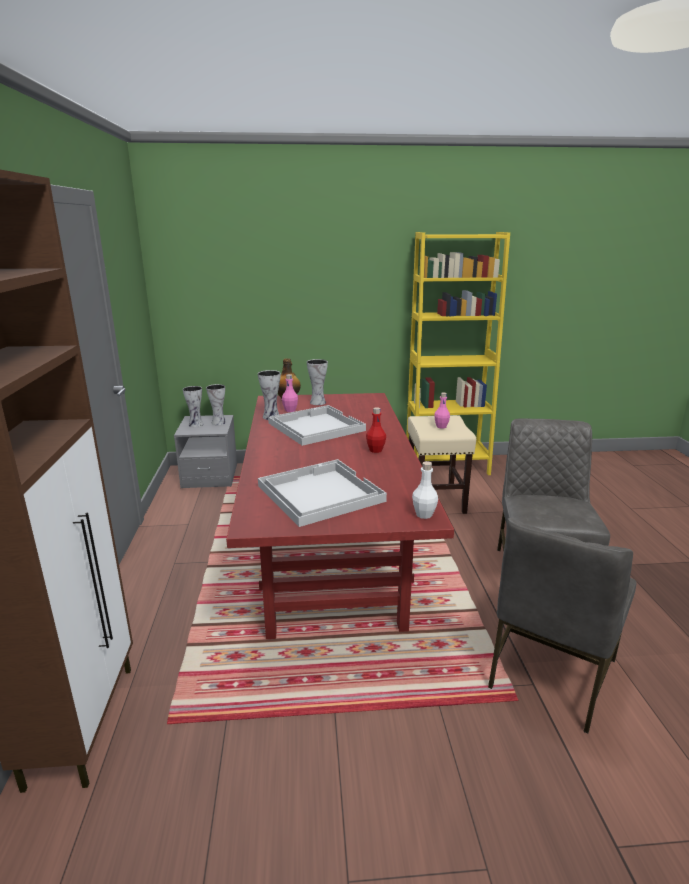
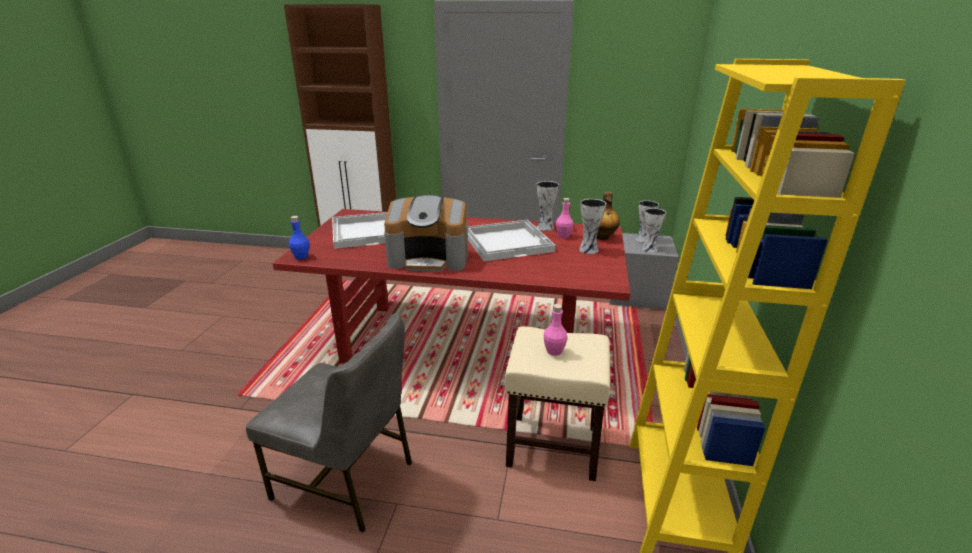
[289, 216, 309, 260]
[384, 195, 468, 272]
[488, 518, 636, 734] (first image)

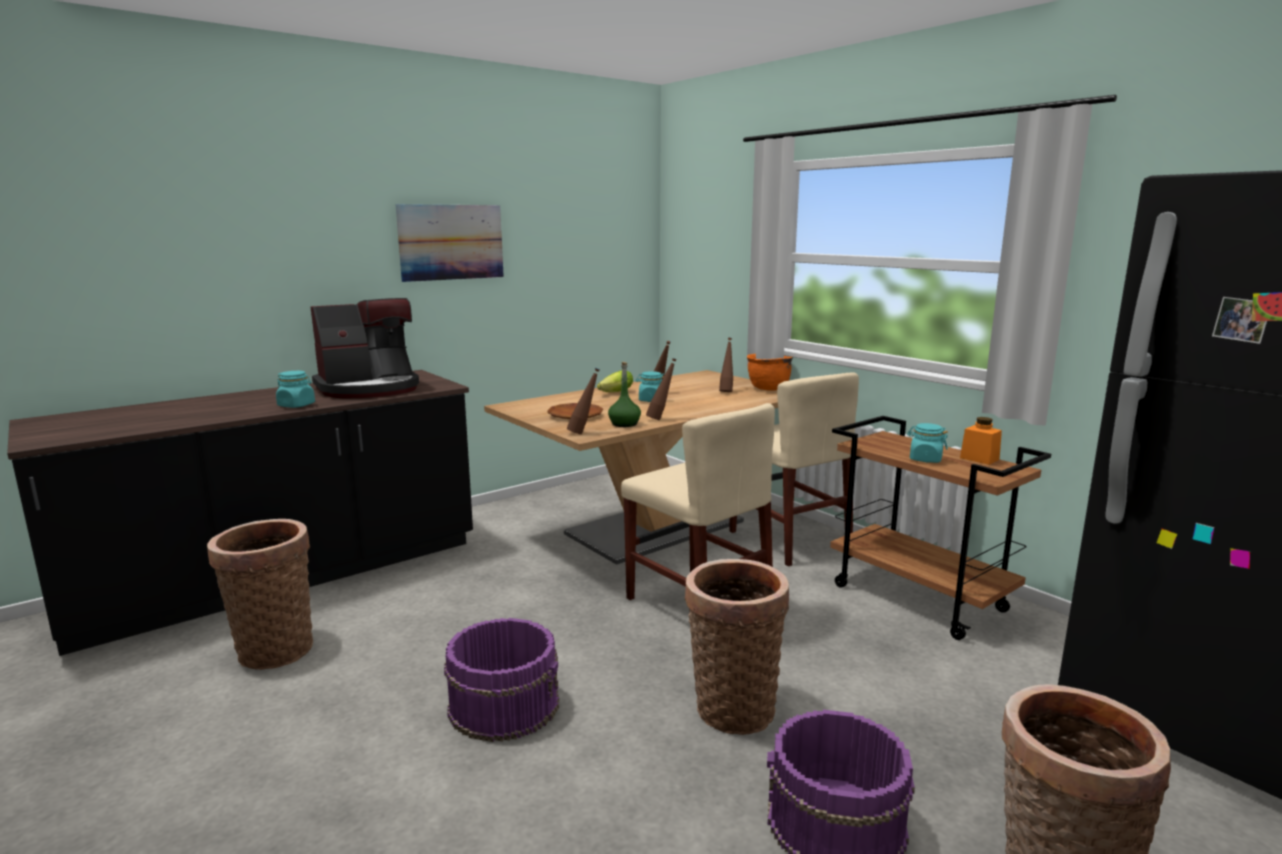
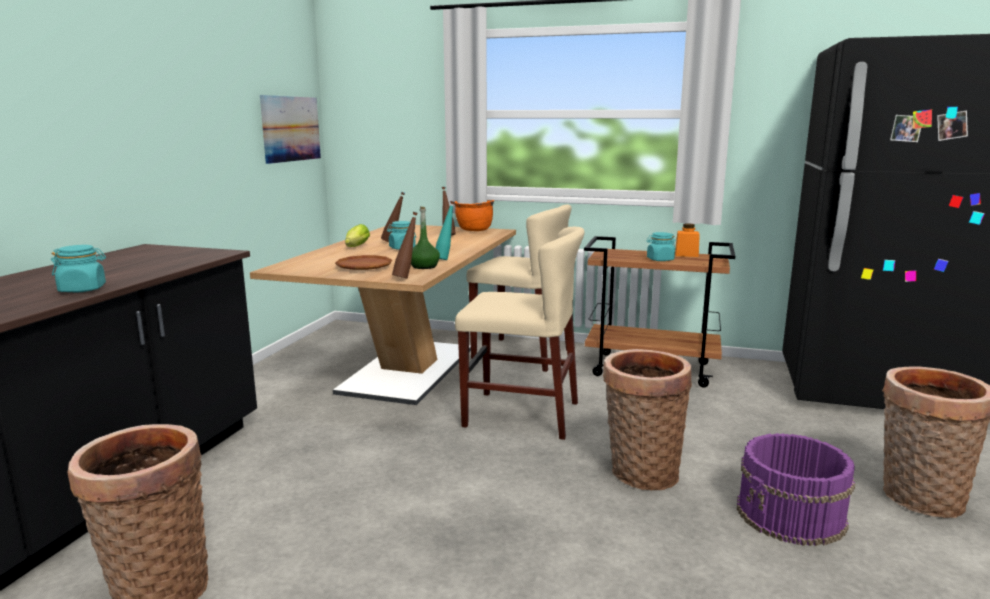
[260, 95, 321, 164]
[436, 201, 454, 260]
[310, 298, 419, 398] (first image)
[444, 618, 559, 742] (first image)

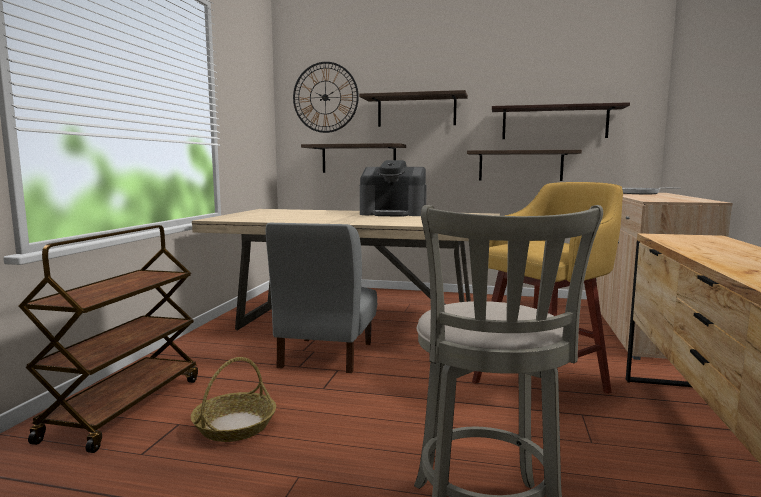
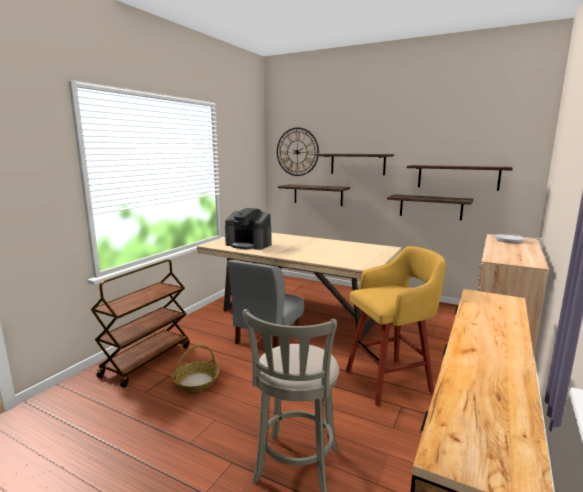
[225, 208, 272, 250]

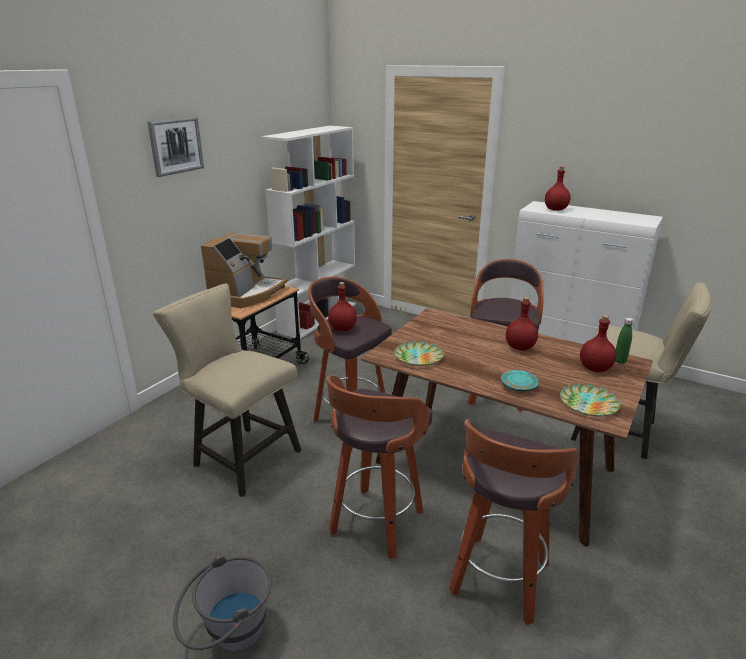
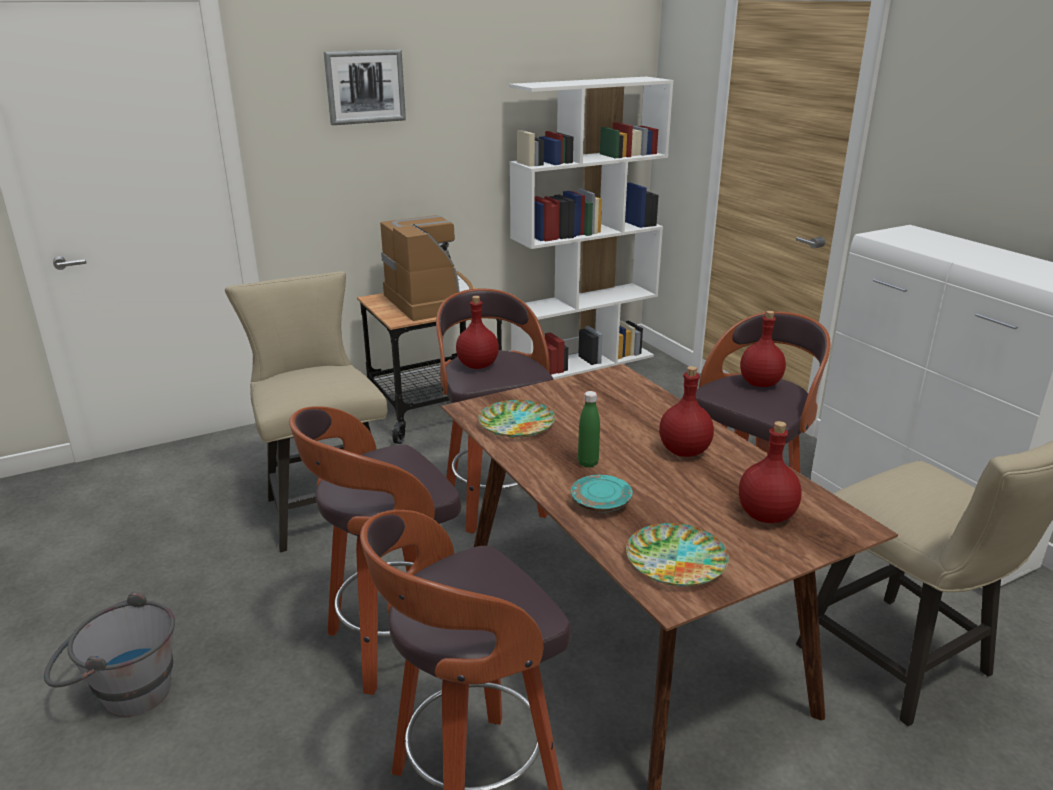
[380, 215, 473, 321]
[578, 391, 600, 467]
[740, 311, 786, 387]

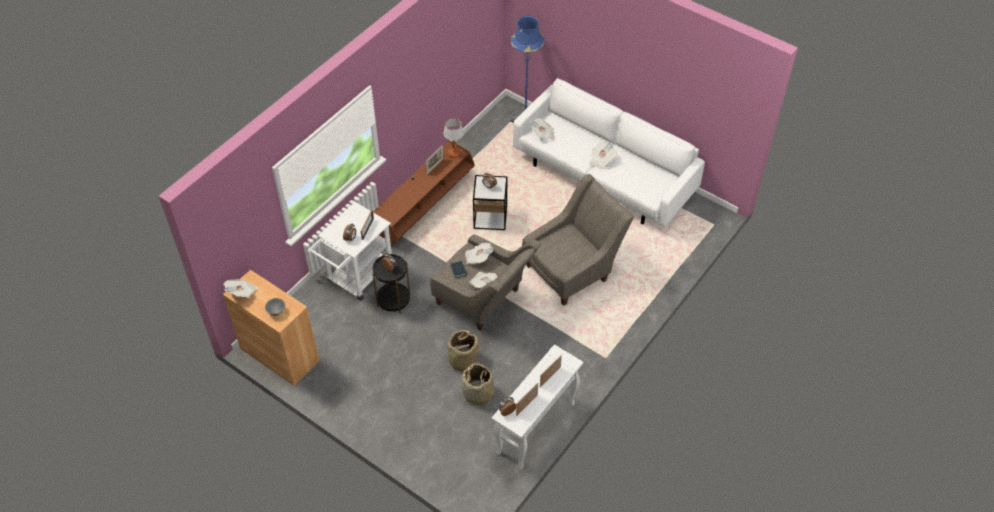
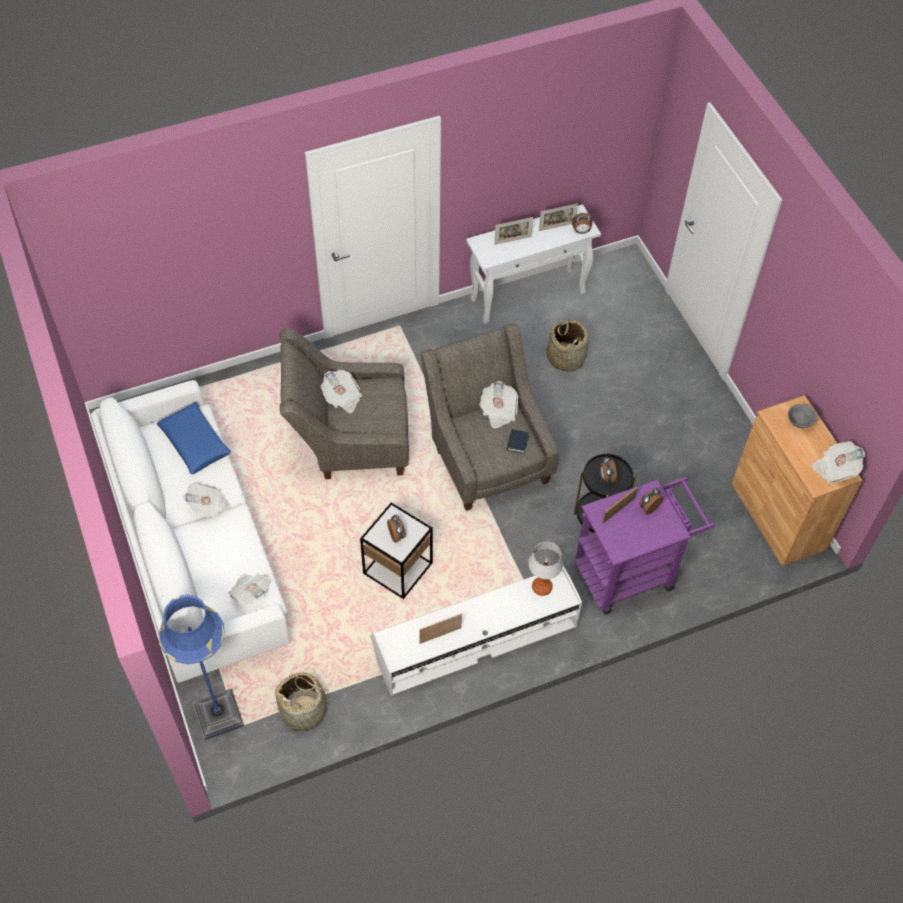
[157, 403, 231, 474]
[275, 672, 335, 731]
[321, 370, 362, 413]
[371, 566, 582, 696]
[528, 541, 563, 596]
[574, 477, 715, 614]

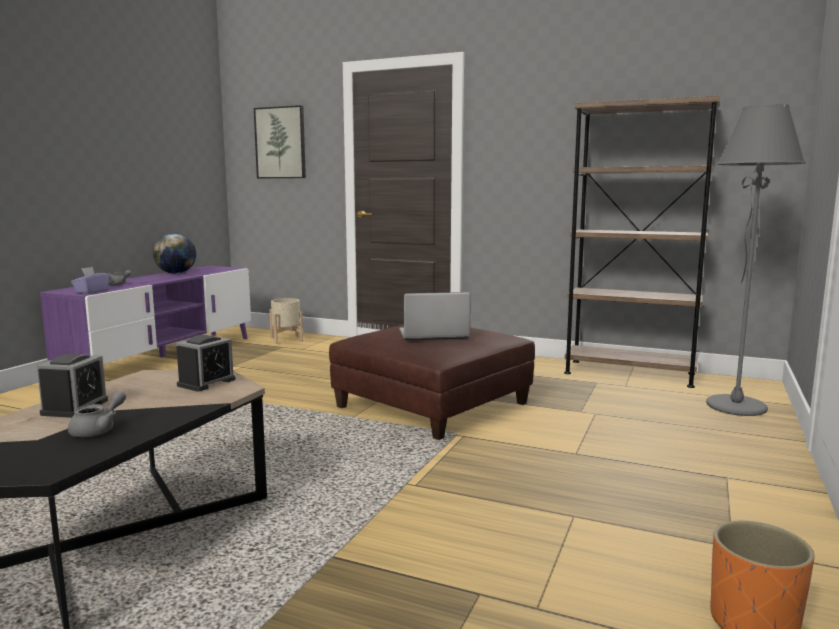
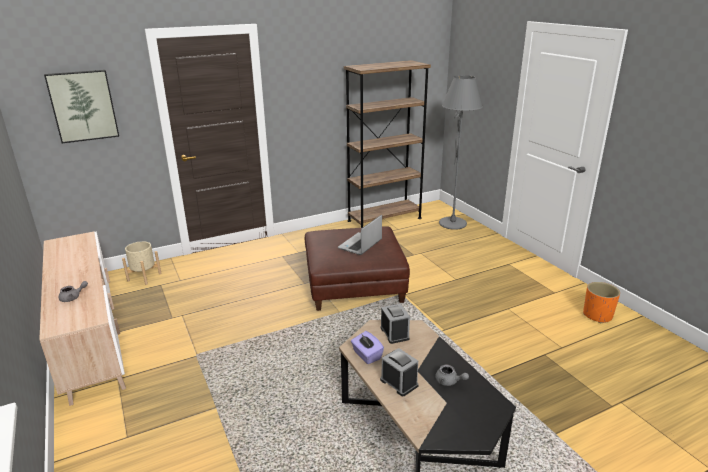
[39, 232, 126, 406]
[351, 331, 384, 364]
[435, 365, 469, 386]
[153, 233, 196, 274] (first image)

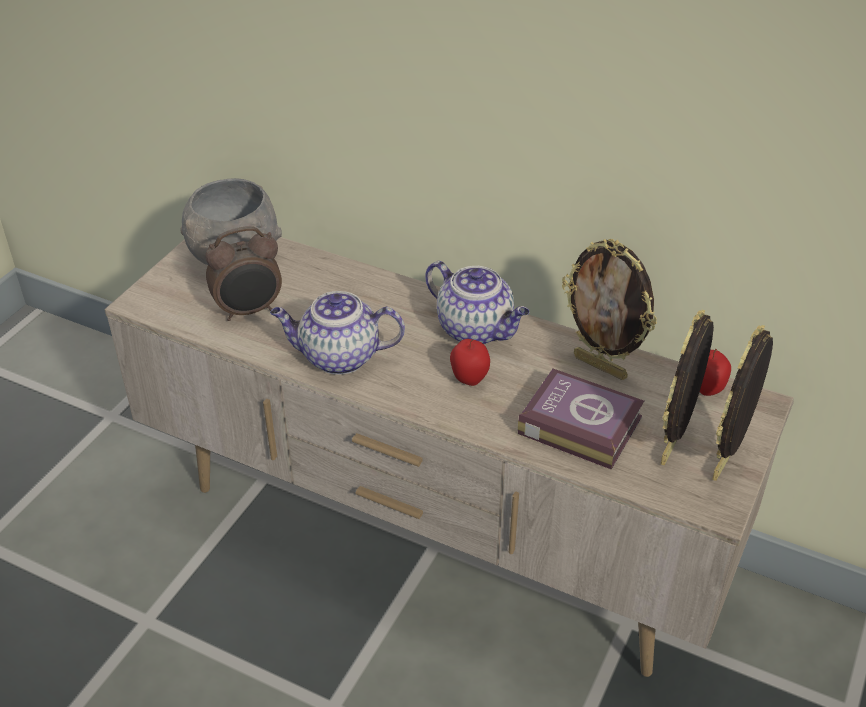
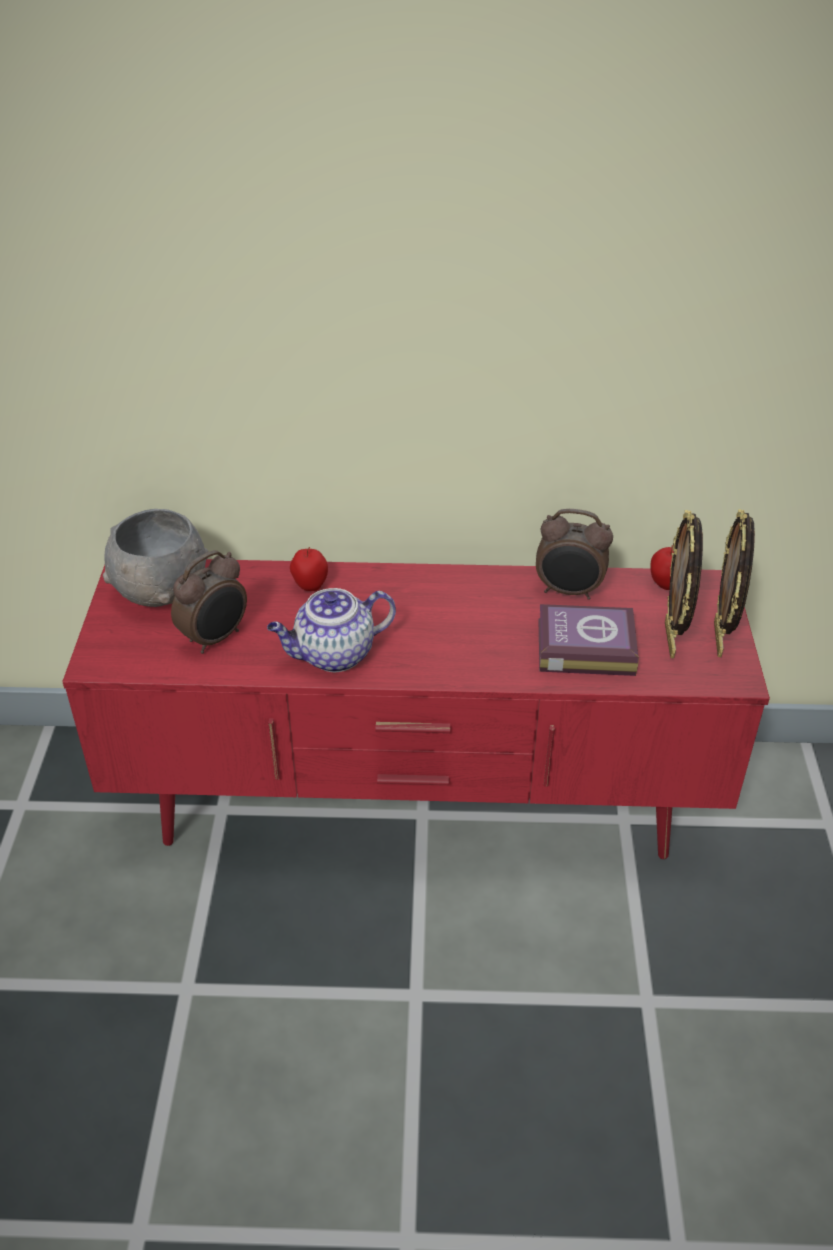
[62, 559, 770, 859]
[290, 547, 328, 591]
[536, 509, 613, 600]
[425, 261, 529, 344] (first image)

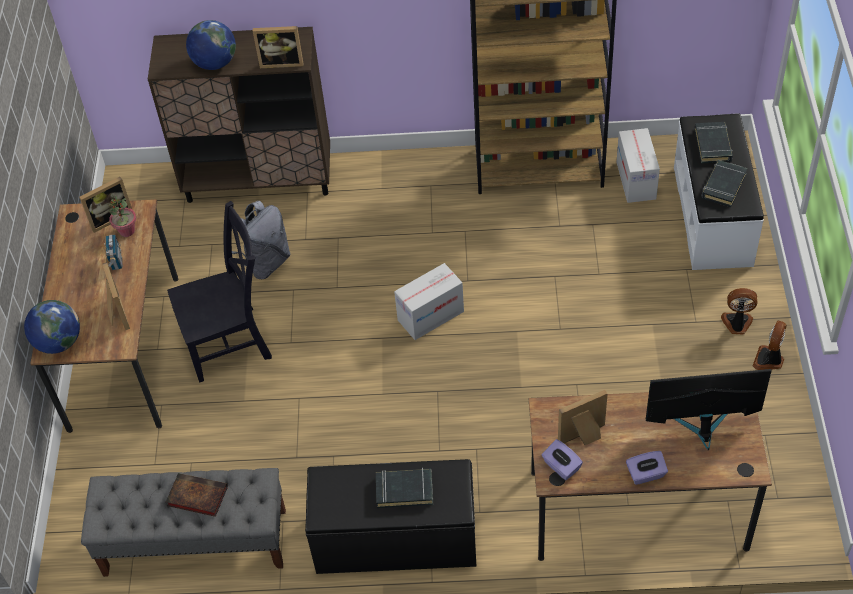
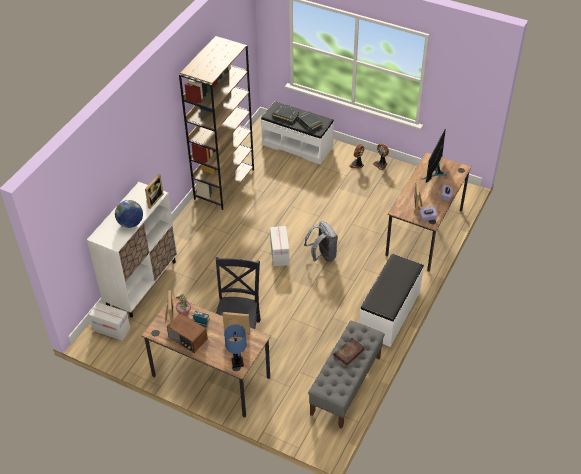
[87, 182, 177, 318]
[89, 302, 130, 340]
[167, 313, 208, 353]
[224, 324, 247, 368]
[304, 221, 338, 262]
[359, 254, 424, 347]
[376, 468, 433, 508] (first image)

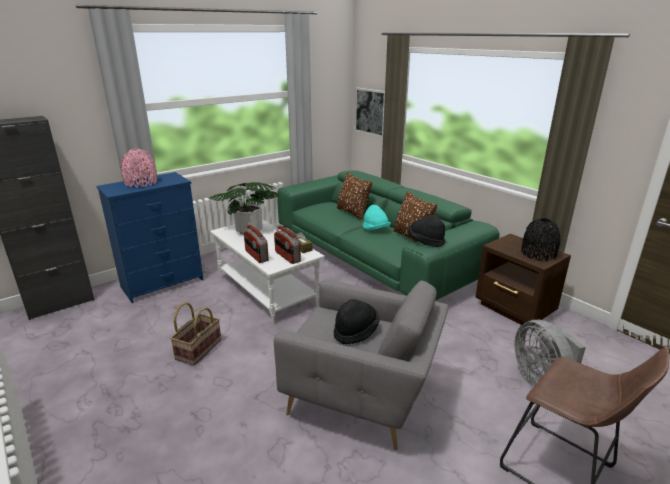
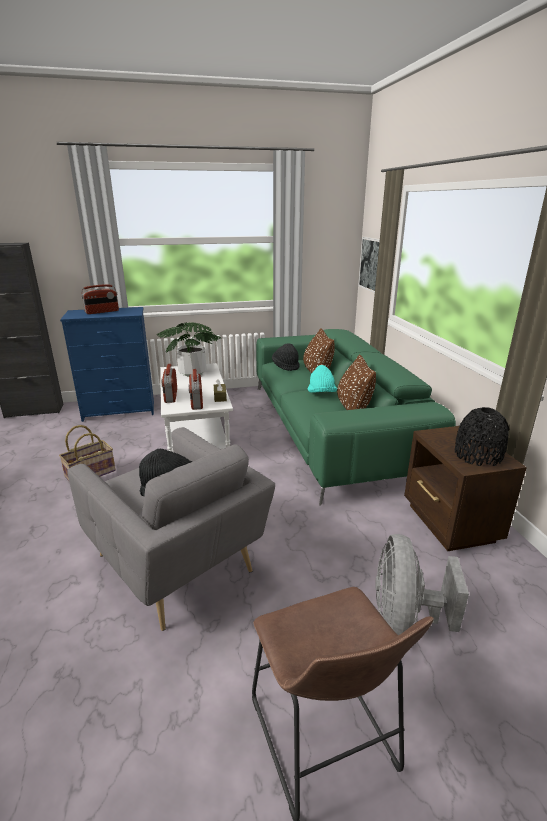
[81, 285, 119, 314]
[272, 343, 300, 371]

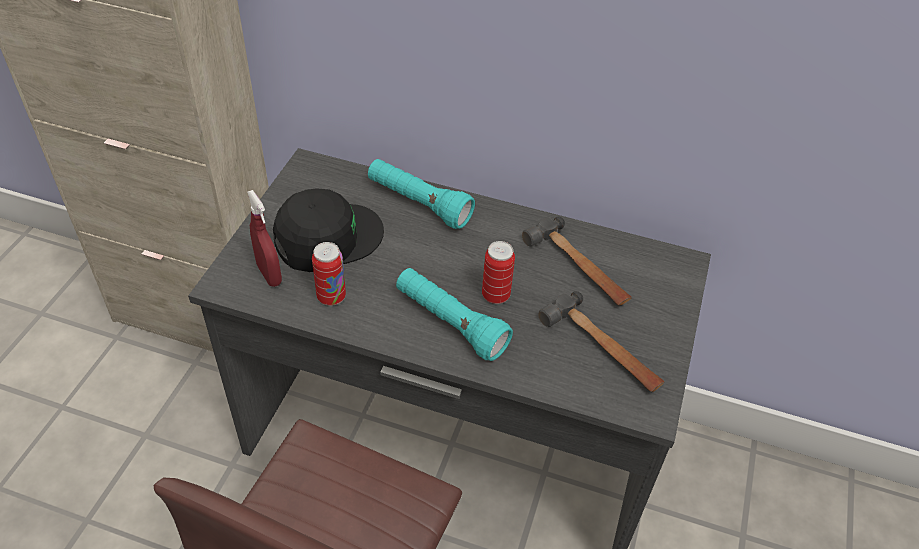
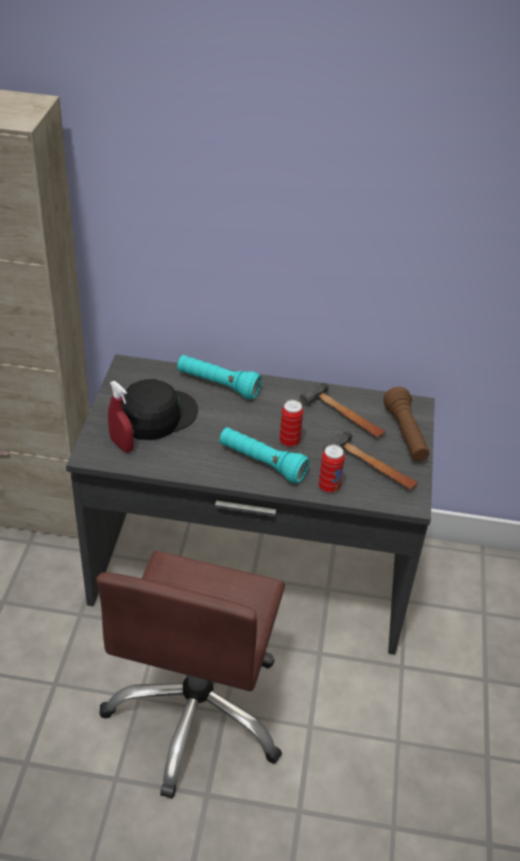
[319, 445, 345, 493]
[383, 387, 430, 461]

